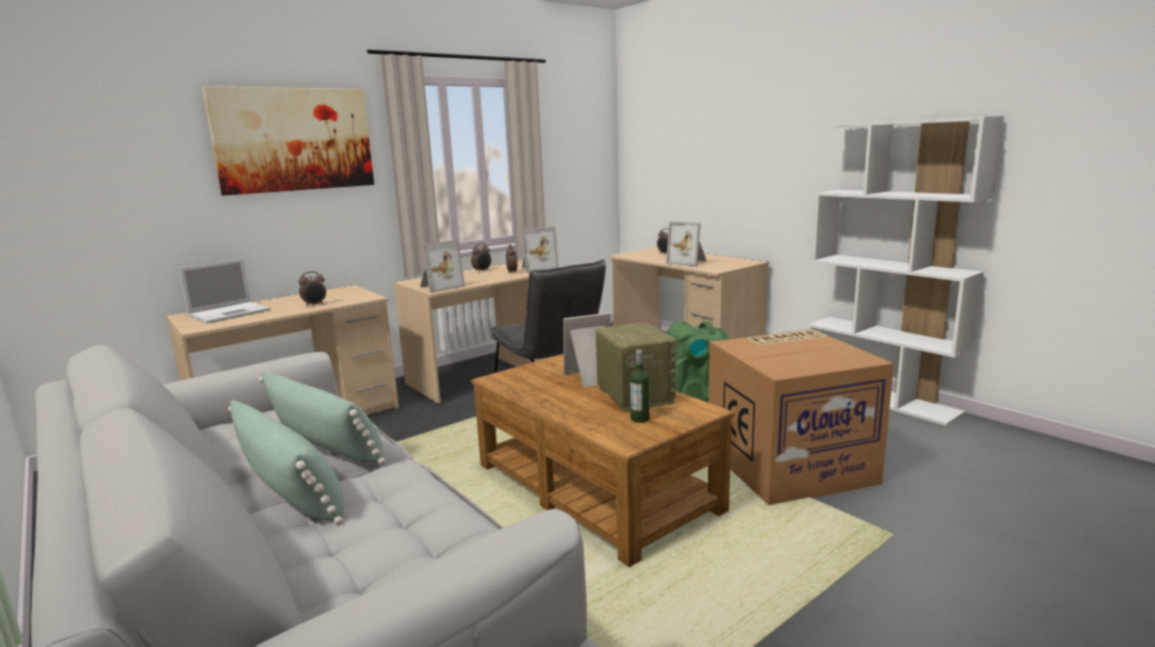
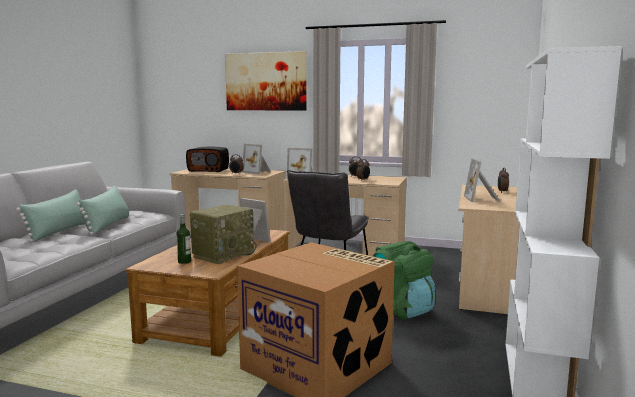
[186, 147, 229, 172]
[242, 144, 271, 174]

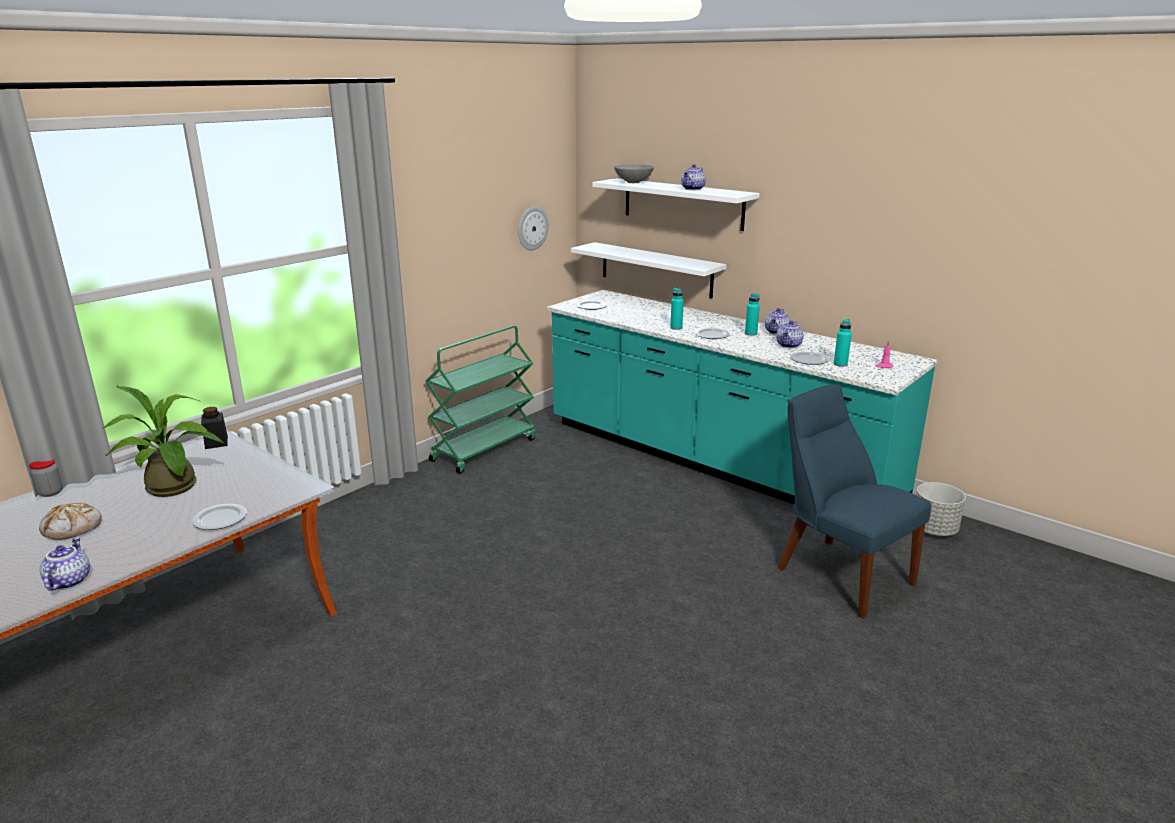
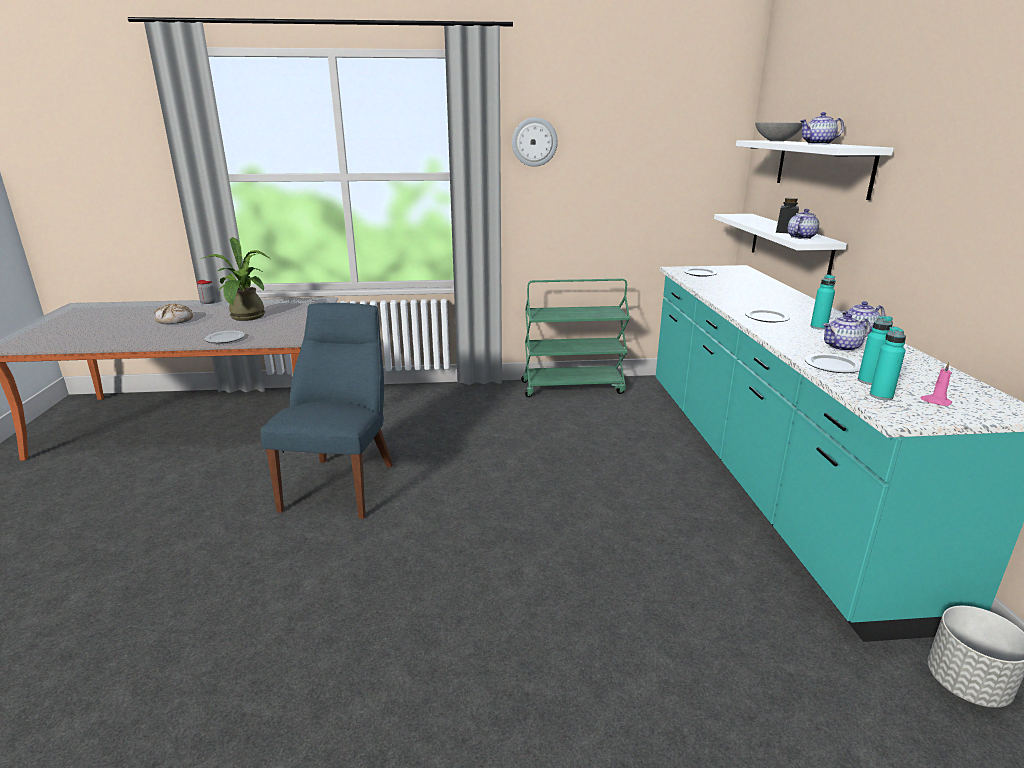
[261, 303, 393, 519]
[512, 117, 558, 167]
[776, 198, 799, 233]
[788, 209, 819, 239]
[870, 326, 906, 400]

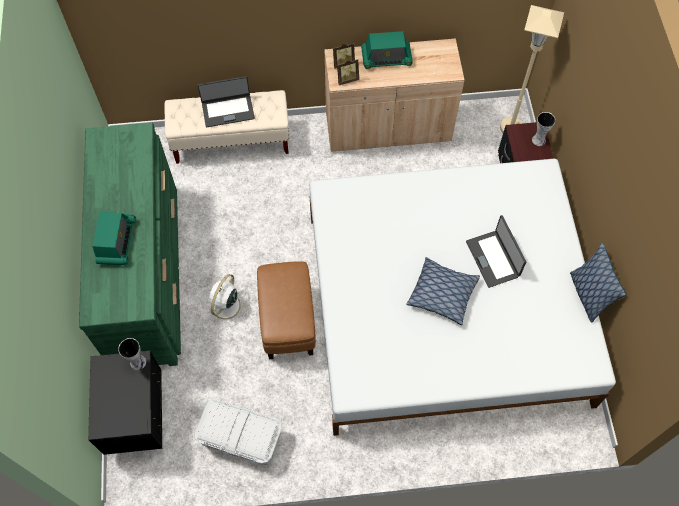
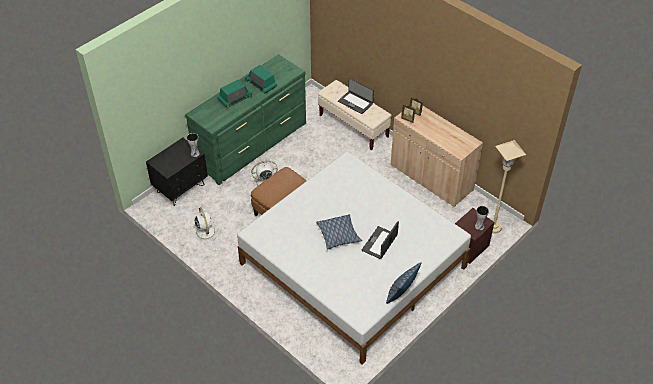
[191, 207, 219, 244]
[245, 65, 277, 94]

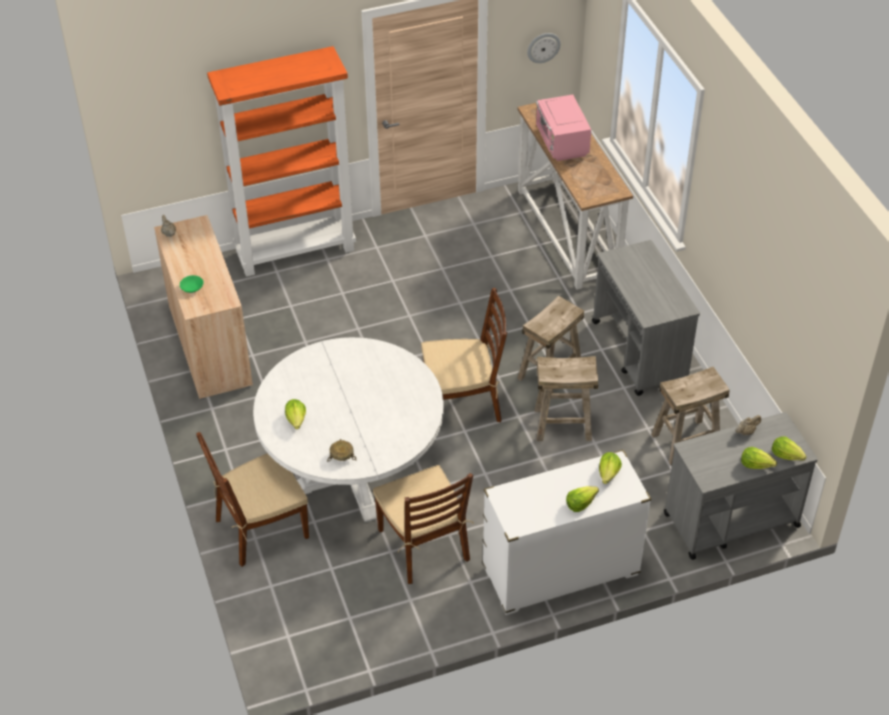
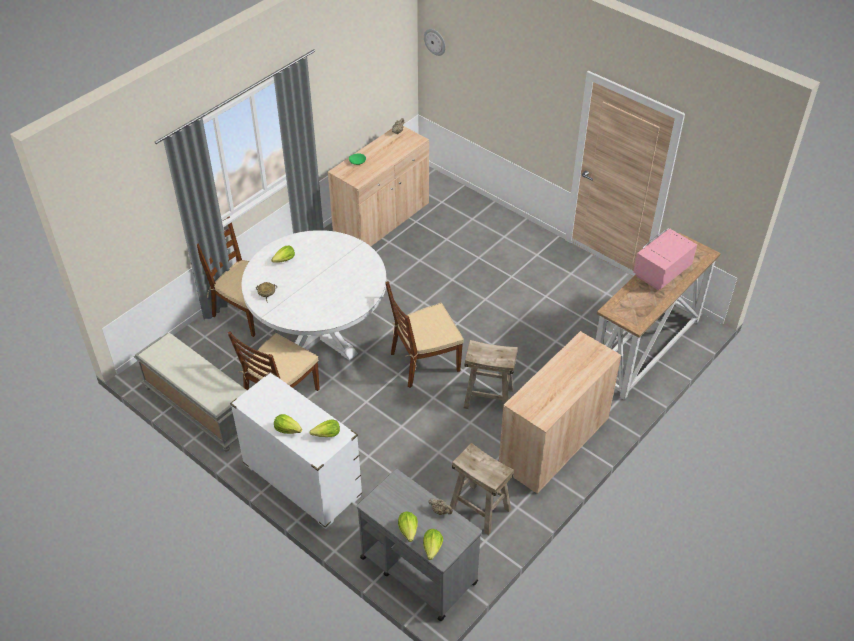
[134, 333, 247, 452]
[386, 281, 464, 388]
[424, 29, 446, 56]
[499, 331, 621, 494]
[207, 46, 356, 277] (first image)
[535, 356, 598, 441] (first image)

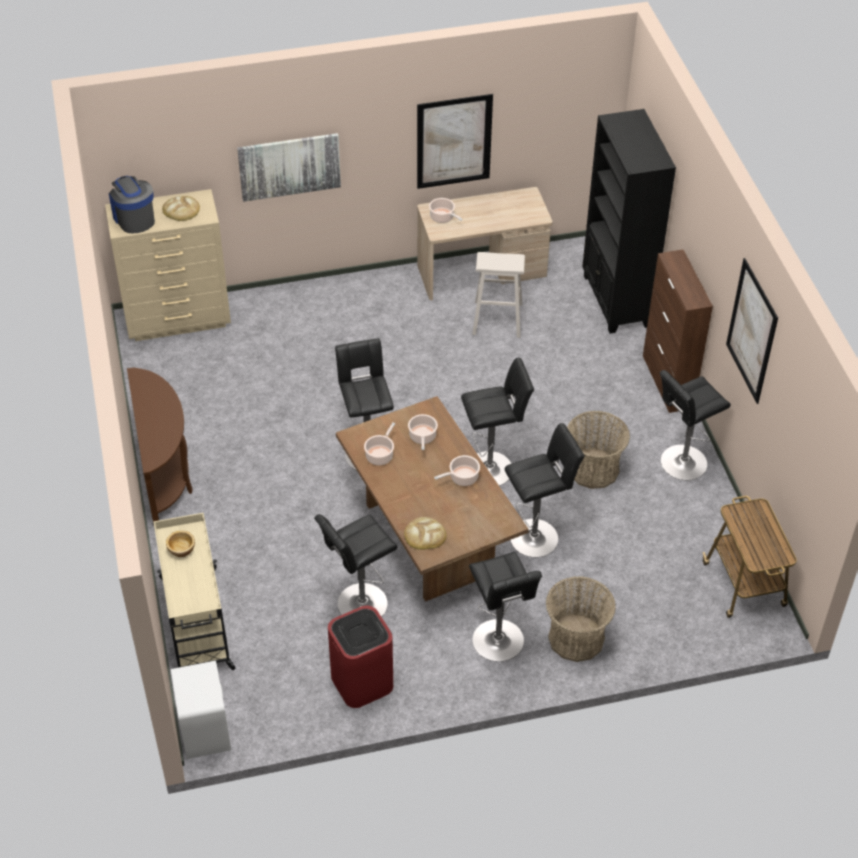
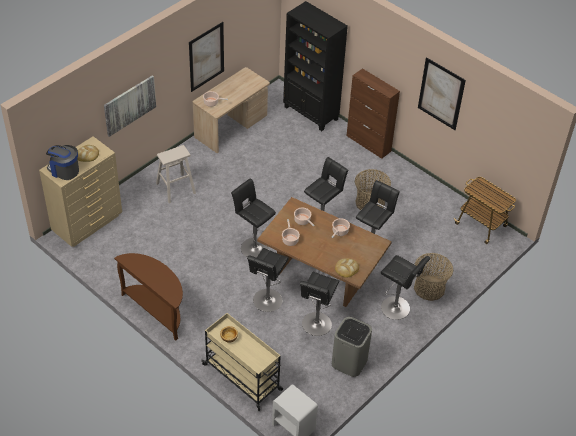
[156, 145, 196, 203]
[247, 248, 289, 312]
[332, 317, 372, 377]

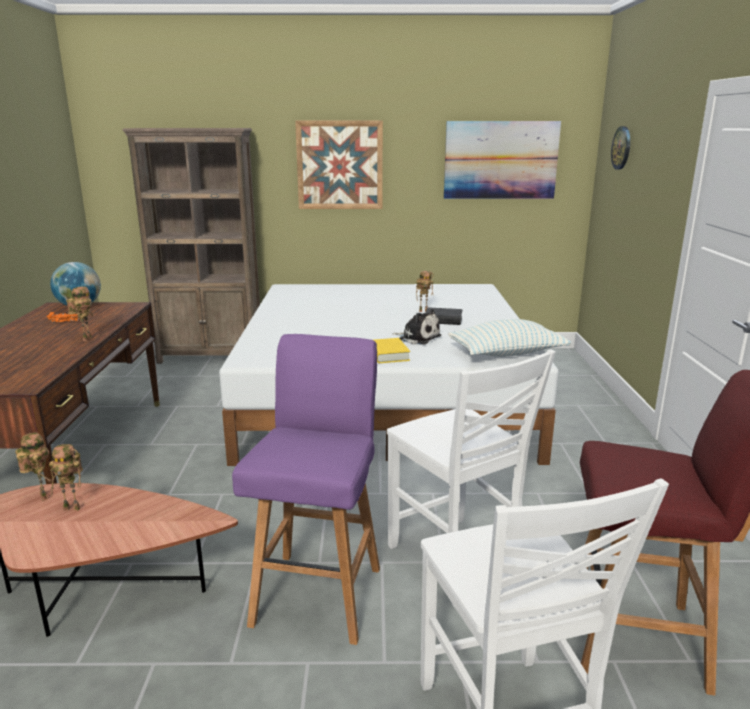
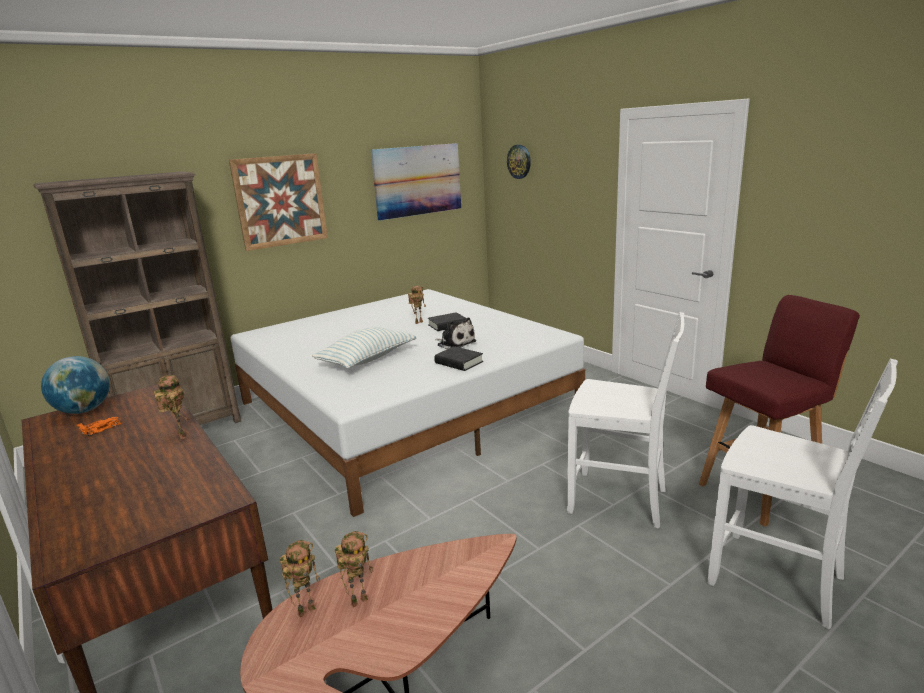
[280, 540, 320, 618]
[312, 327, 416, 369]
[434, 346, 483, 371]
[435, 317, 476, 350]
[232, 334, 380, 645] (first image)

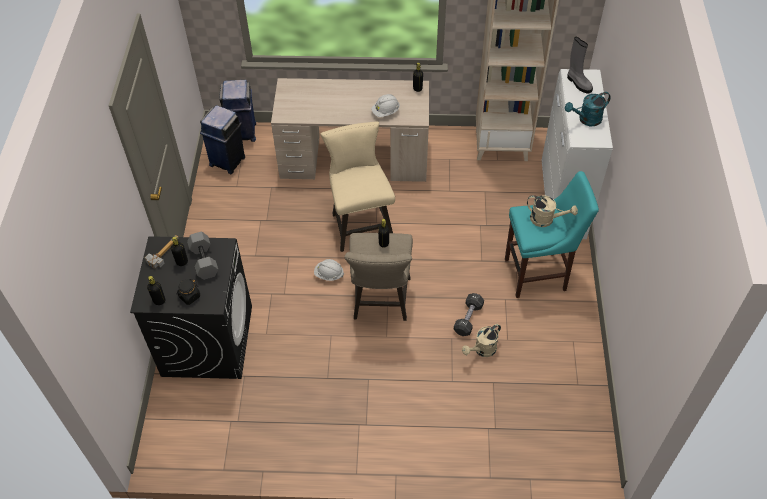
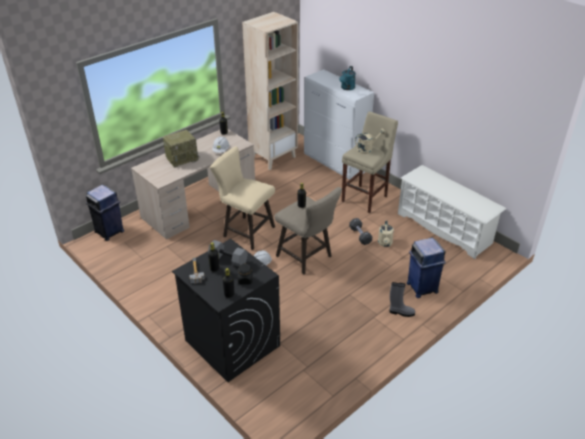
[163, 130, 200, 168]
[342, 111, 398, 213]
[390, 282, 415, 317]
[398, 165, 506, 259]
[407, 238, 446, 298]

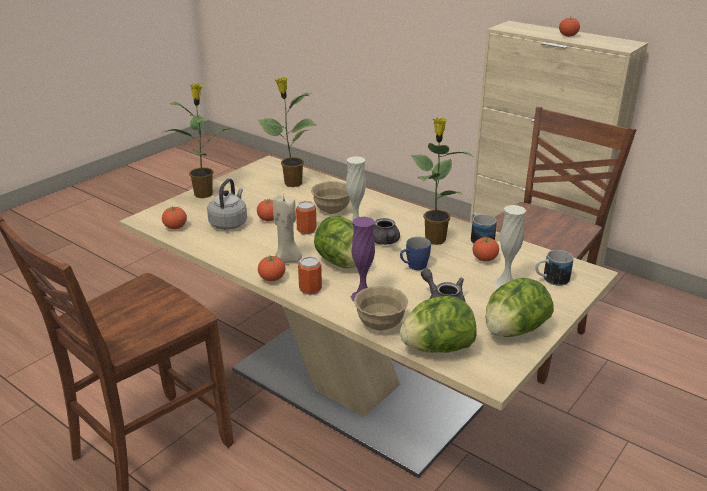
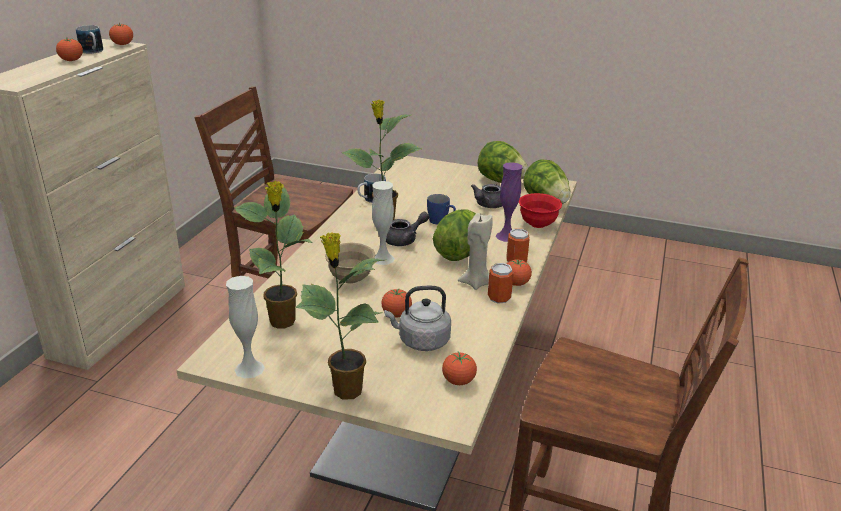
[76, 25, 103, 54]
[109, 23, 133, 45]
[226, 276, 265, 378]
[488, 263, 514, 303]
[519, 193, 562, 228]

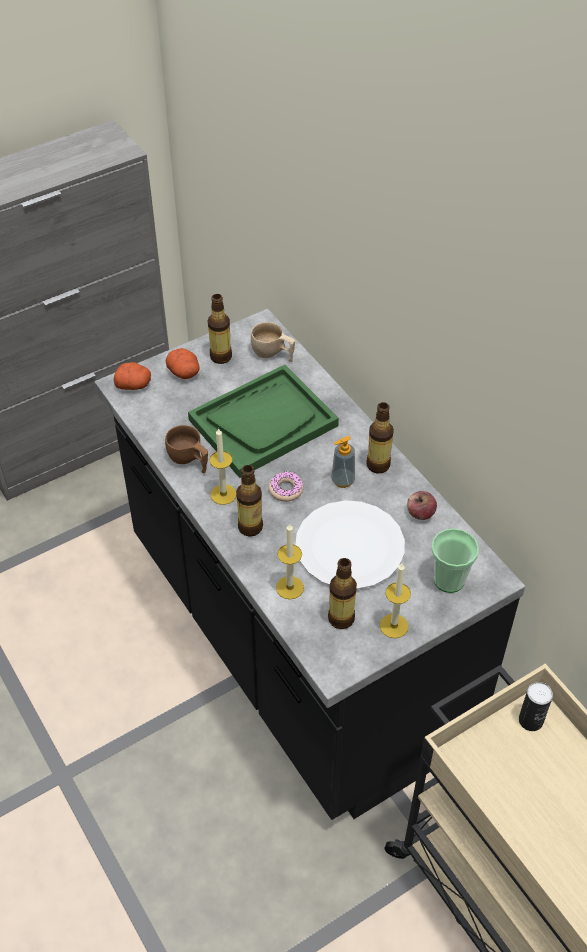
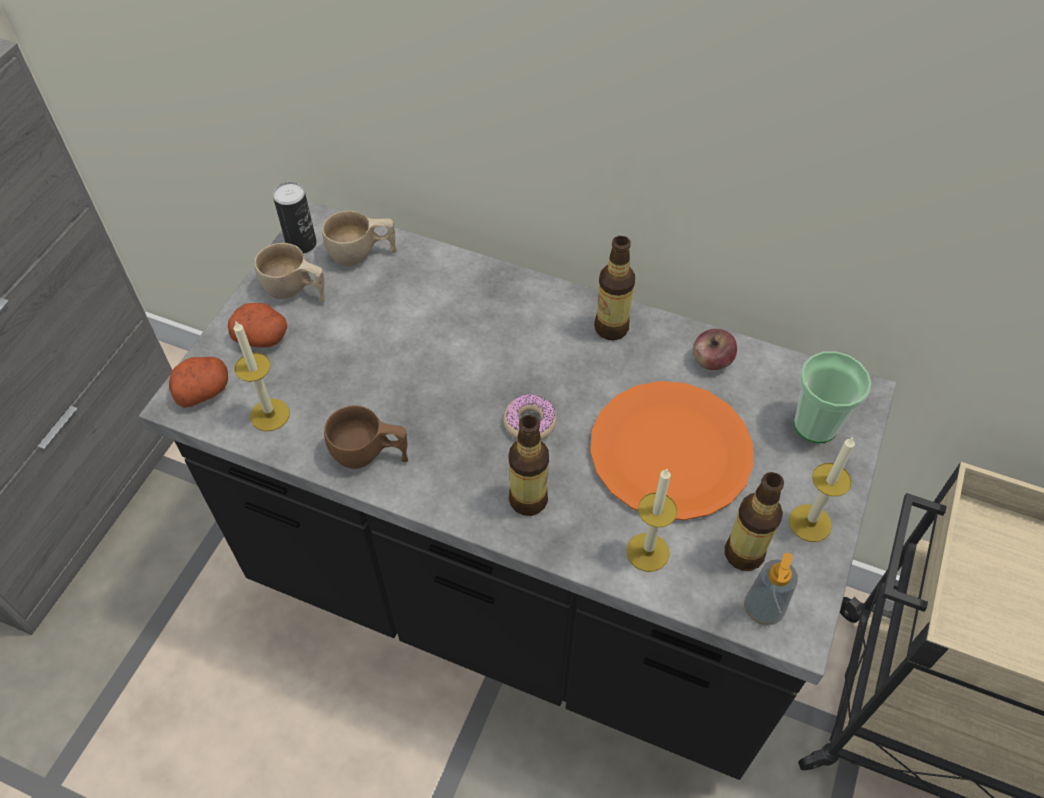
[234, 321, 290, 431]
[255, 243, 325, 302]
[273, 182, 317, 254]
[590, 381, 754, 520]
[744, 553, 798, 626]
[188, 365, 339, 478] (first image)

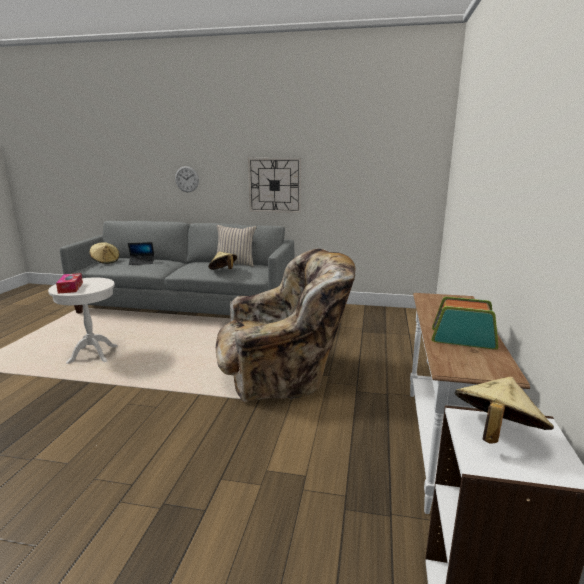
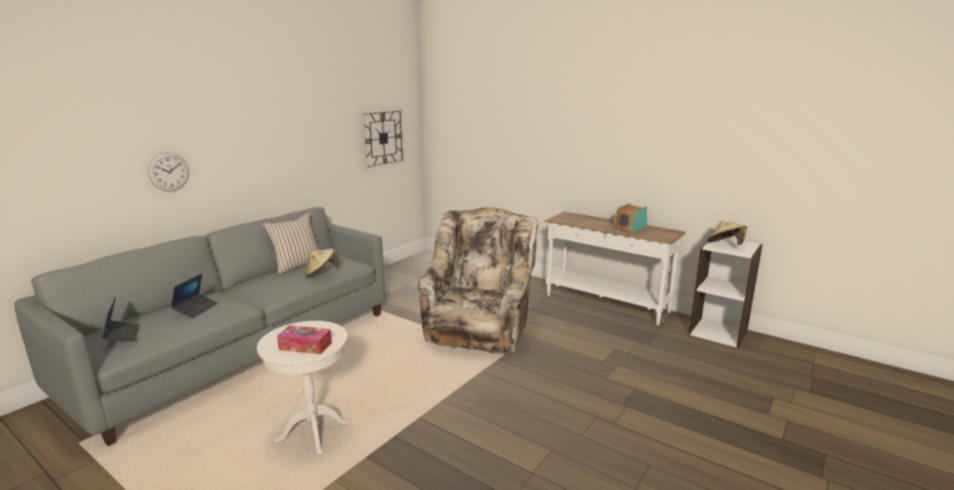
[102, 297, 140, 342]
[360, 109, 405, 170]

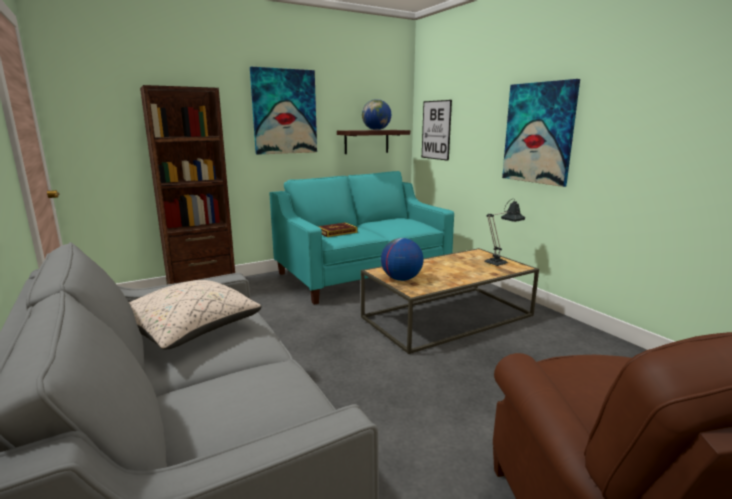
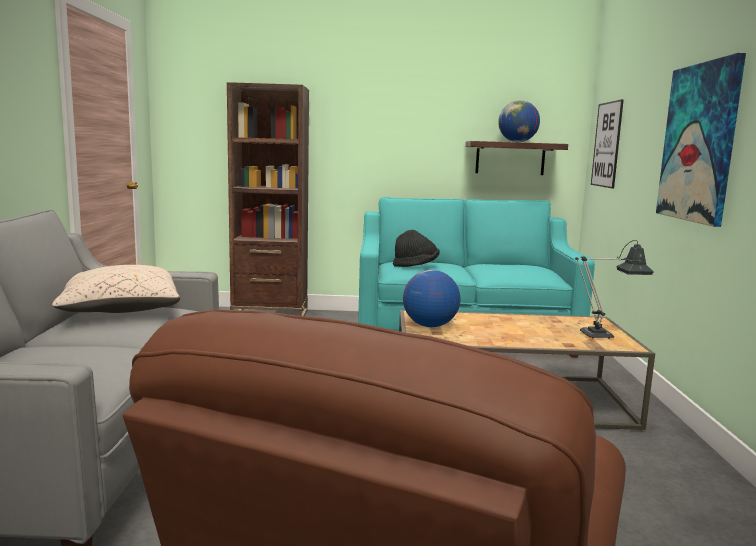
[393, 230, 440, 267]
[250, 67, 317, 155] (first image)

